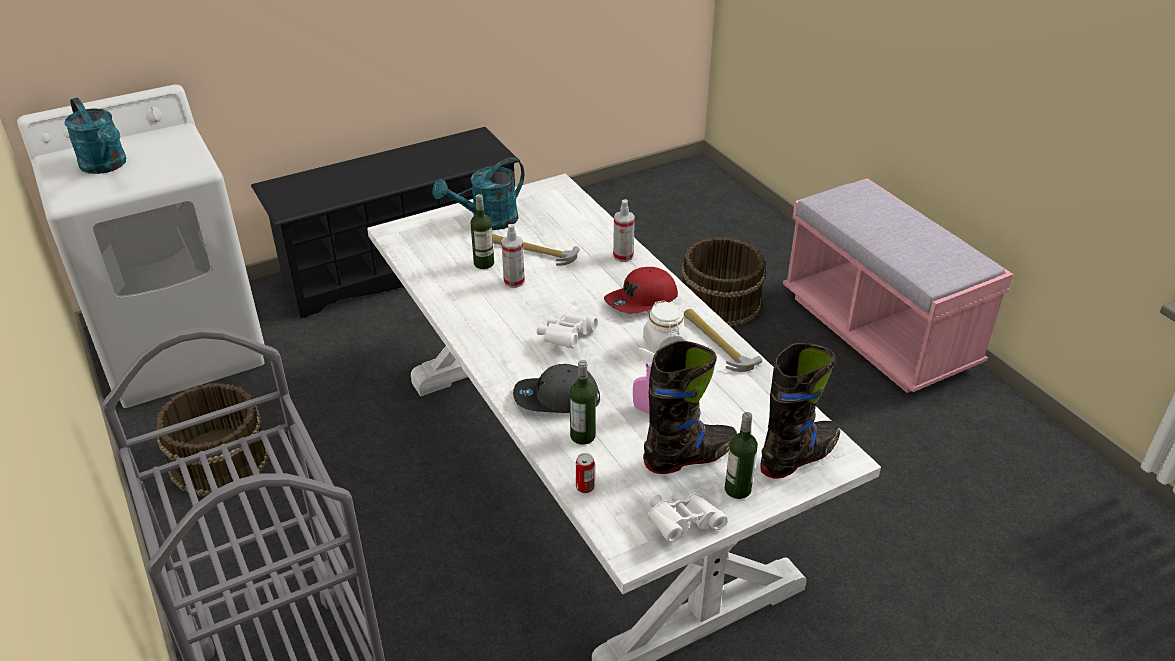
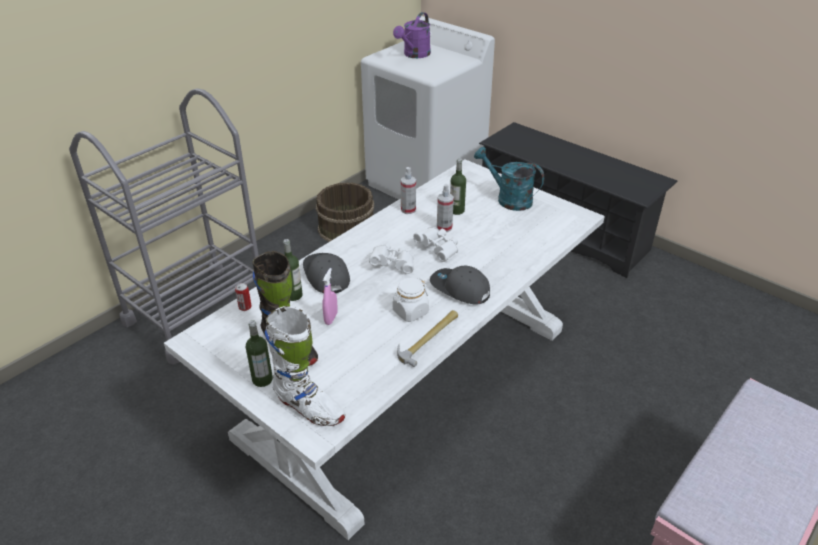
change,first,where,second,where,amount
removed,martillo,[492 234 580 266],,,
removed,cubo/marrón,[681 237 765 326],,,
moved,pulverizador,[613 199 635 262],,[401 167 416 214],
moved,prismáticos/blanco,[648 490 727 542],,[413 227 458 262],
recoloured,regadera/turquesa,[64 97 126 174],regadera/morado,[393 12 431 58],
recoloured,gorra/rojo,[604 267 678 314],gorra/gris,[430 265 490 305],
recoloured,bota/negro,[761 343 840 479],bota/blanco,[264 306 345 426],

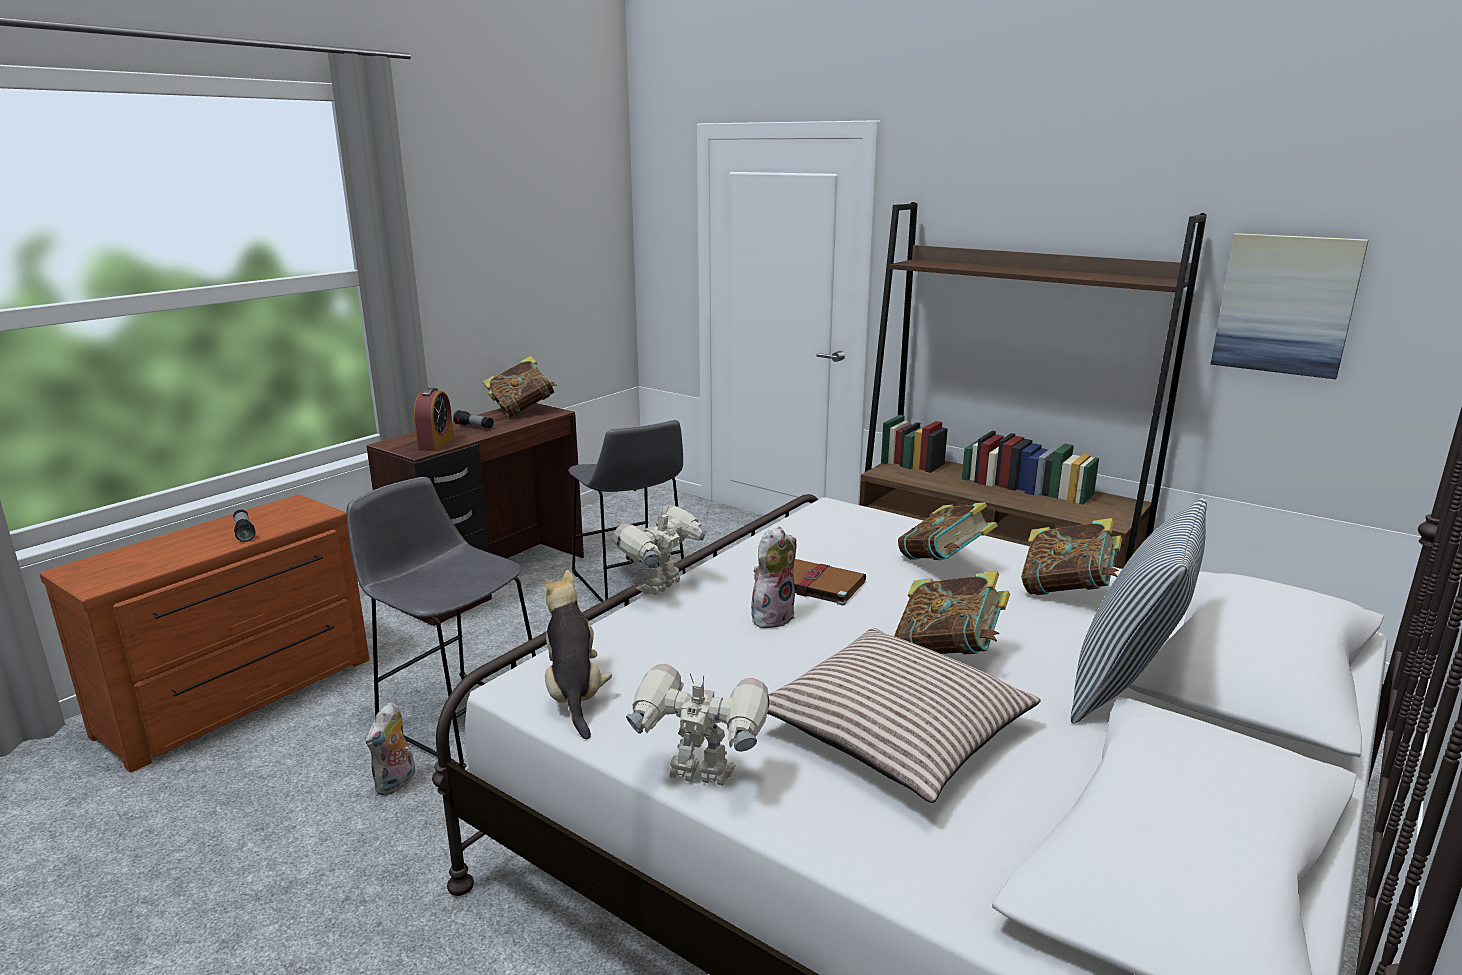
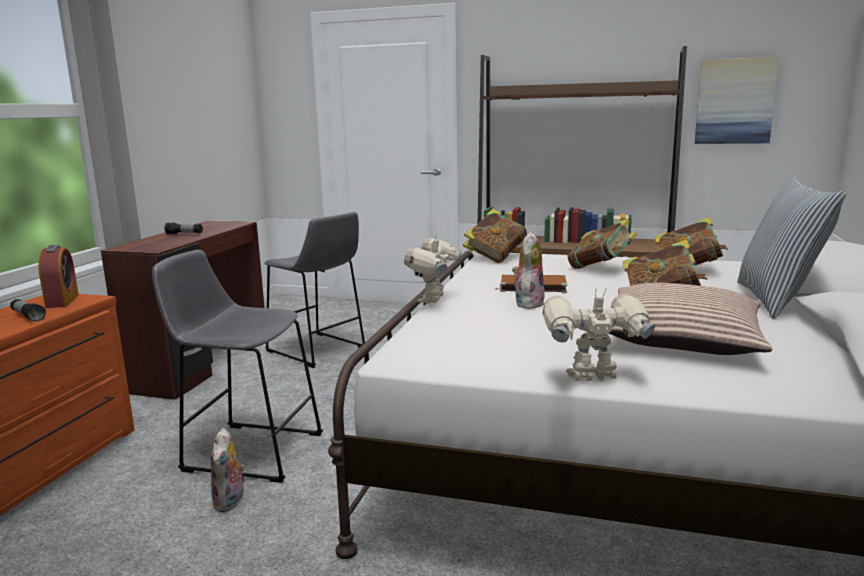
change,first,where,second,where,amount
removed,peluche,[542 570 612 739],,,
moved,despertador,[414 388 454 451],,[38 245 79 308],
moved,libro,[483 356 557 418],,[463 209 527 263],

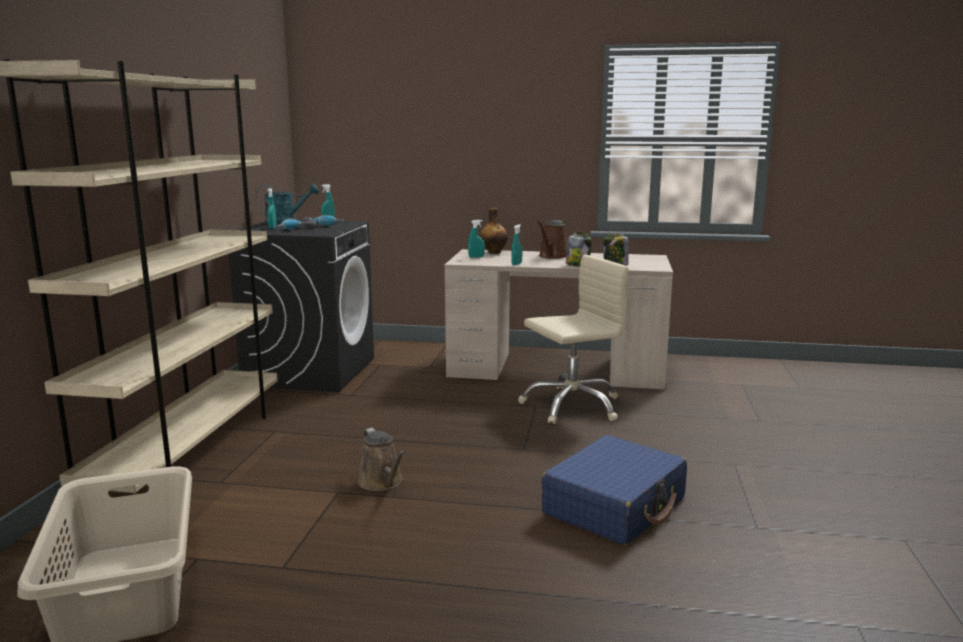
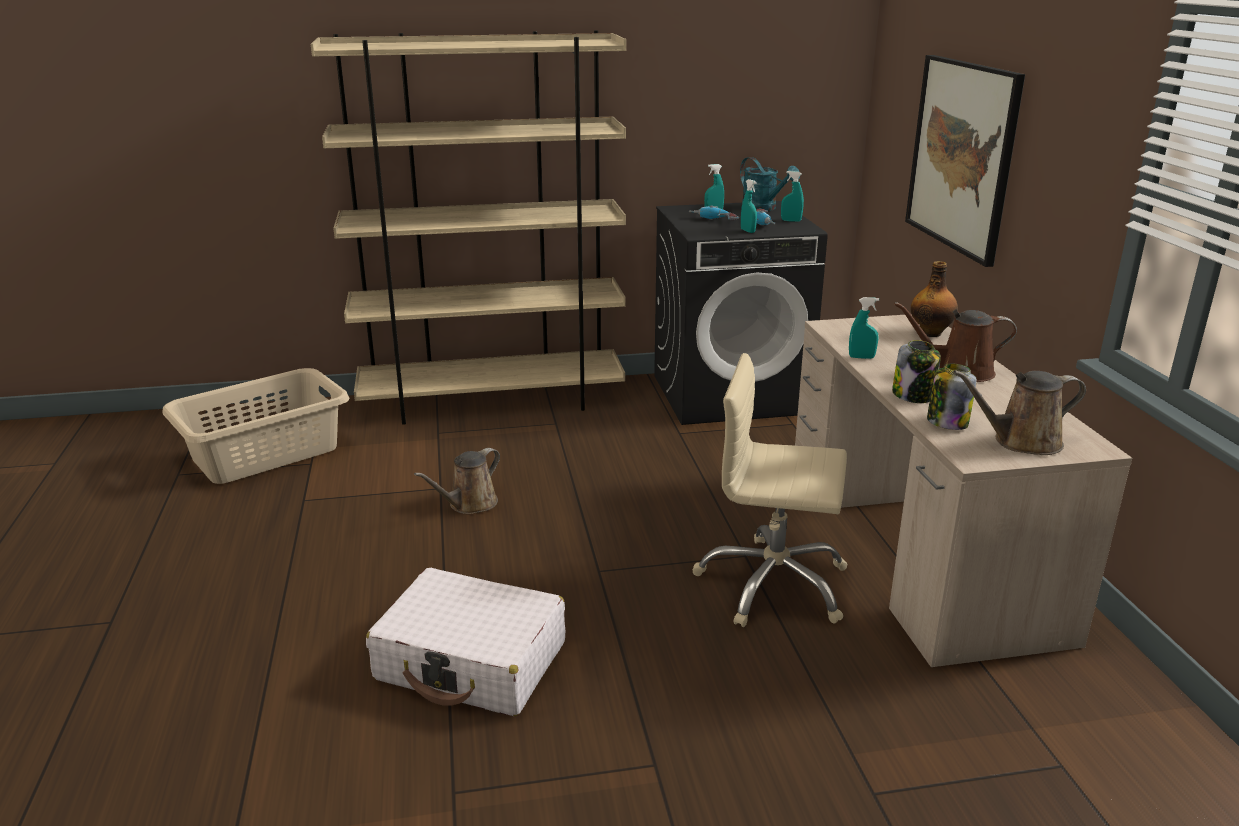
change,first,where,second,where,amount
added,,,cuadro,[905 55 1025 267],
added,,,regadera/marrón,[953 370 1086 455],
moved,pulverizador/turquesa,[468 220 485 258],,[741 179 757 233],
recoloured,maleta/azul,[542 435 687 545],maleta/blanco,[366 568 565 716],
turned,silla de oficina/beis,[518 255 629 424],,[692 353 848 627],150 degrees clockwise

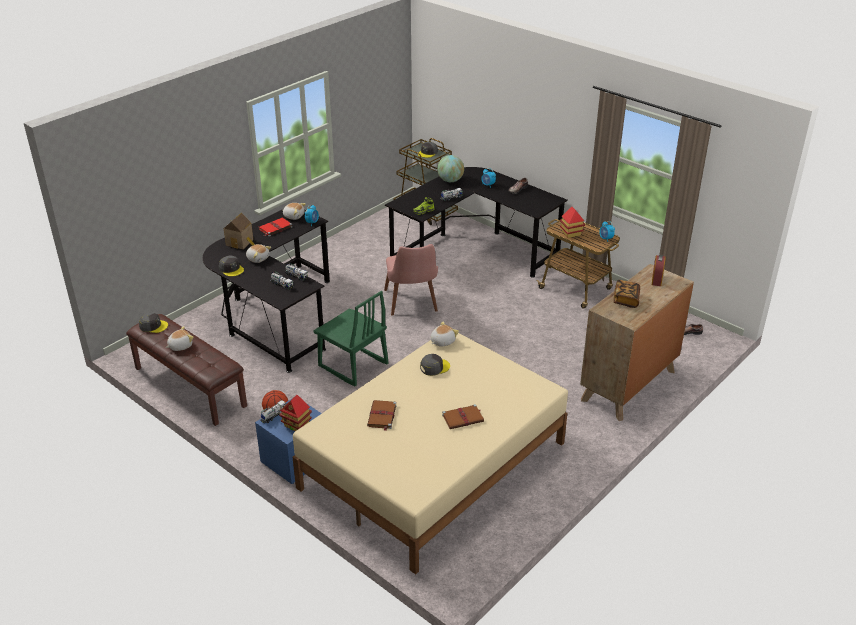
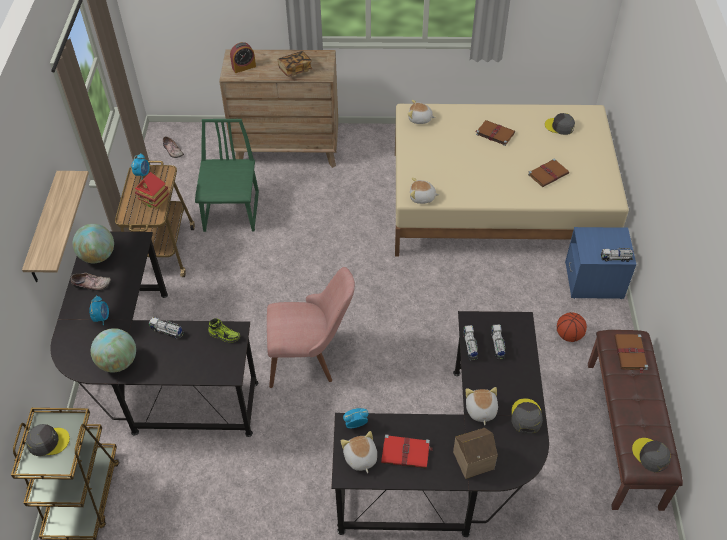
change,first,where,second,where,amount
removed,casita,[279 395 312 431],,,
added,,,estante,[22 171 89 282],
added,,,globo terráqueo,[73 224 114 263],
added,,,libro/marrón,[614 334 648 373],
moved,peluche,[165 326 194 351],,[408 100 436 124],
moved,silla/verde,[313 291 389 386],,[195 119 259 232],
moved,gorra/gris,[420 354 450 376],,[545 113 575 135],
turned,silla/rosa,[384 244 438 316],,[267 267 355 388],45 degrees clockwise

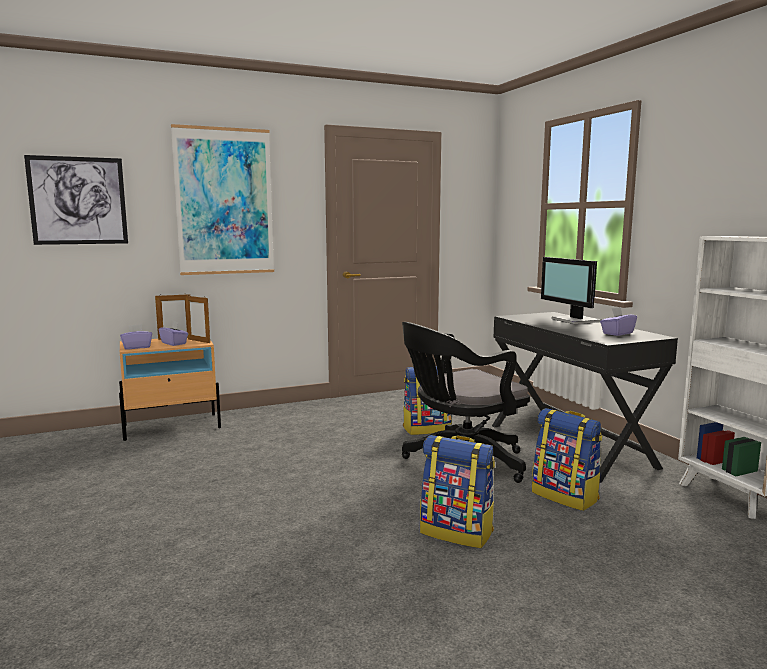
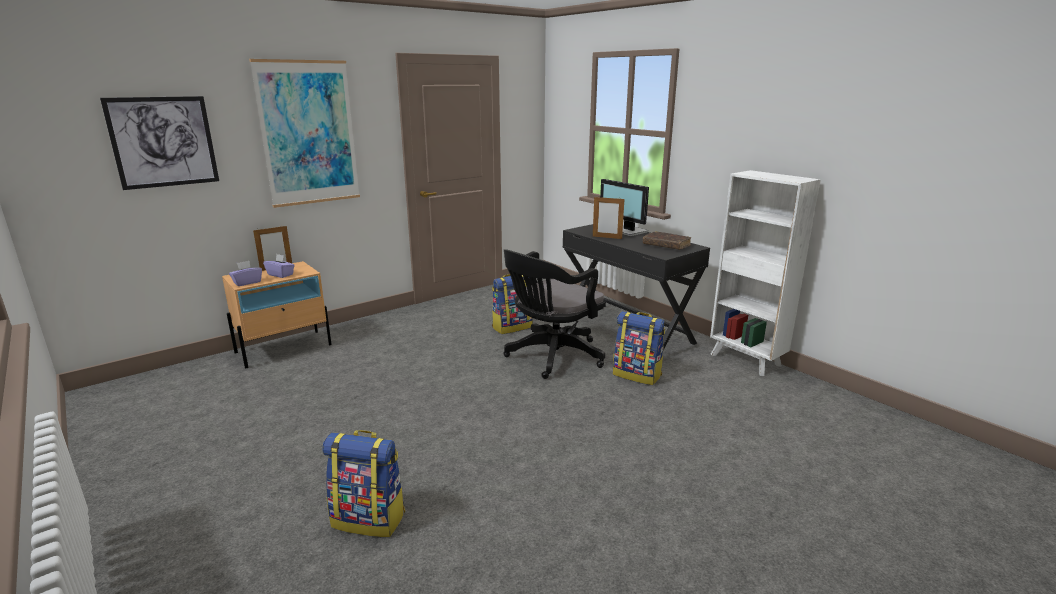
change,first,where,second,where,amount
moved,portarretratos,[185 295 210 343],,[593 196 624 239],
moved,mochila,[420 435 495 548],,[322 430 405 537],
replaced,caja de pañuelos/morado,[600 307 637 336],libro/marrón,[643 231 691 250],

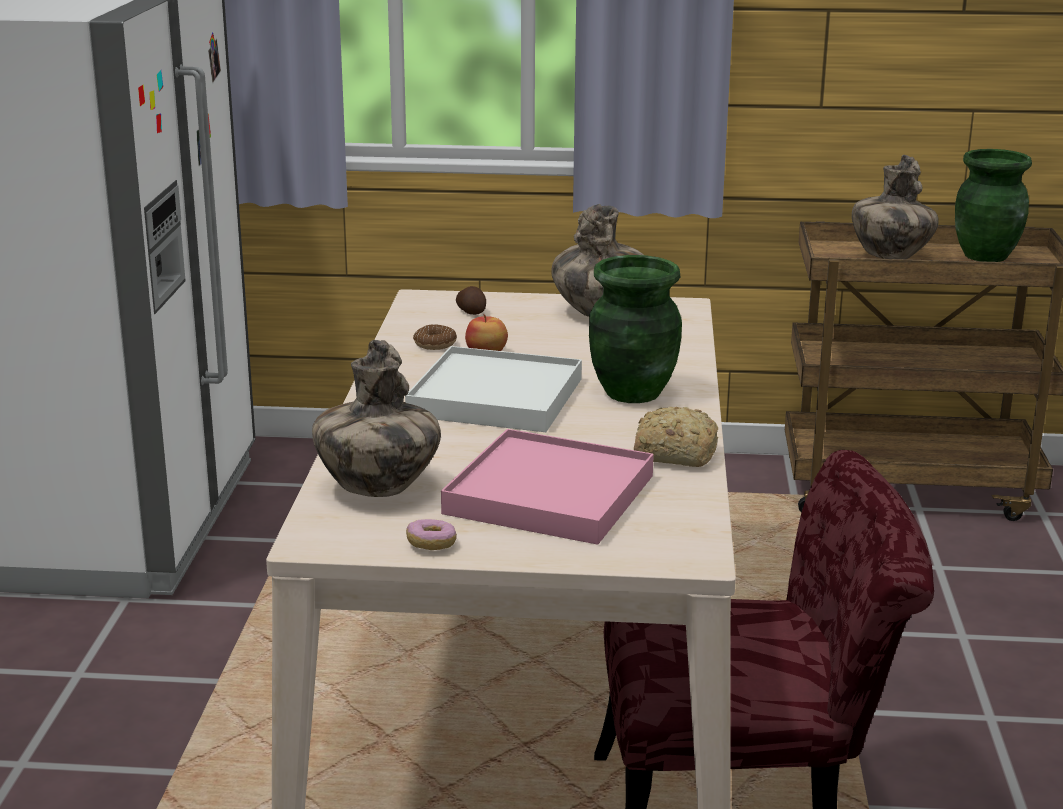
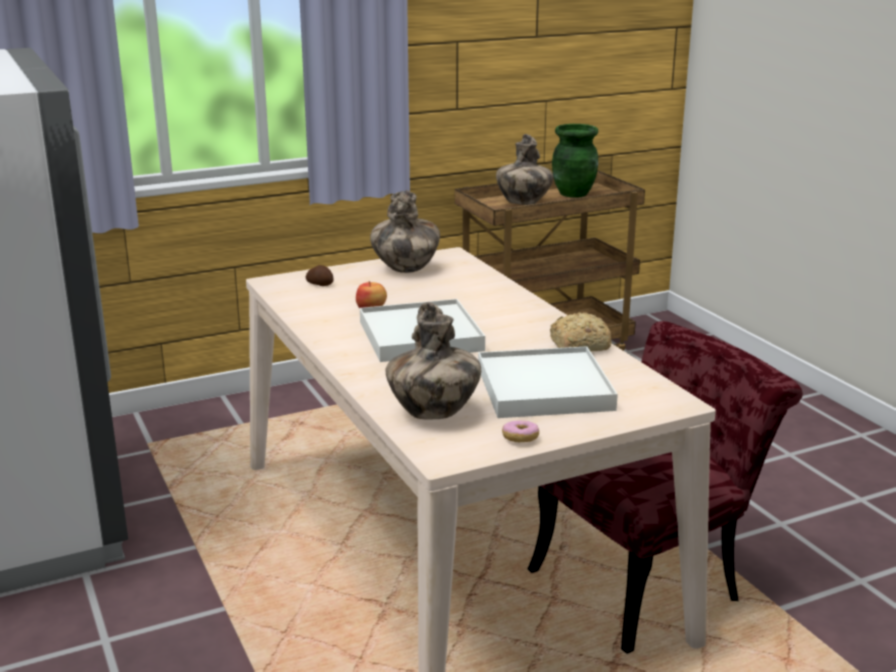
change,first,where,second,where,amount
removed,rosquilla,[413 324 457 350],,,
removed,florero/verde,[589 255 682 403],,,
recoloured,bandeja/rosa,[441 429 654 545],bandeja/blanco,[478 346 618 418],

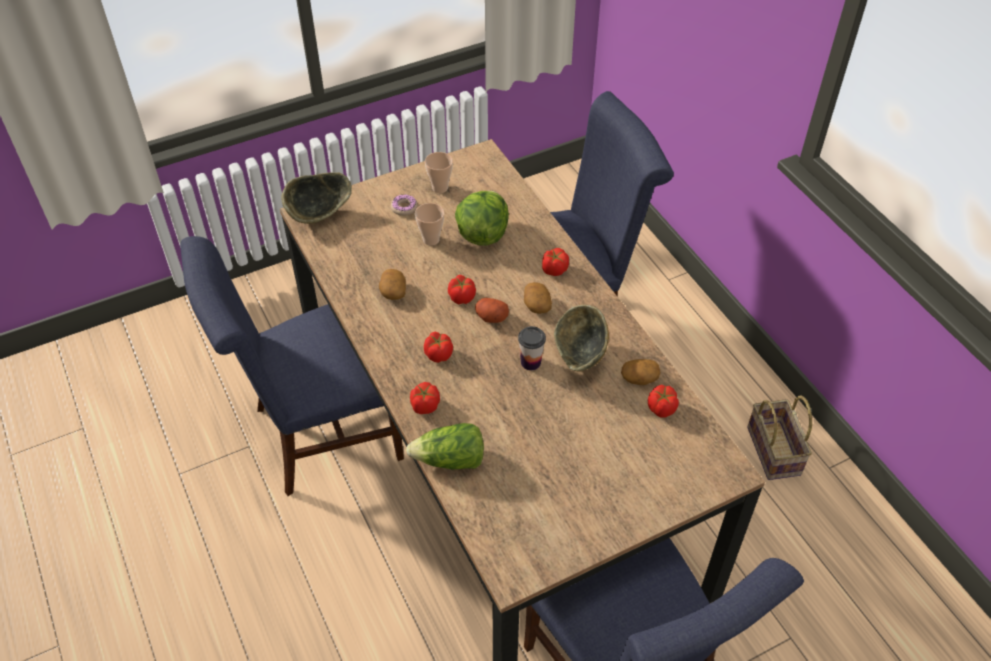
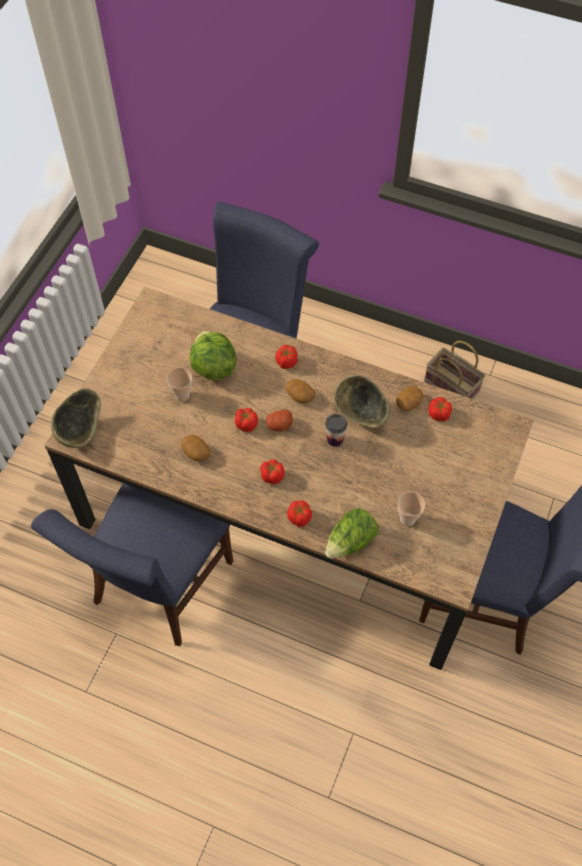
change,first,where,second,where,amount
removed,rosquilla,[391 194 418 216],,,
moved,taza,[425 152 453 193],,[398 492 425 526],

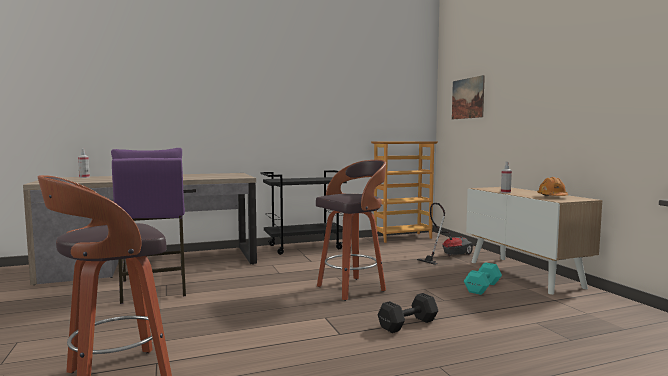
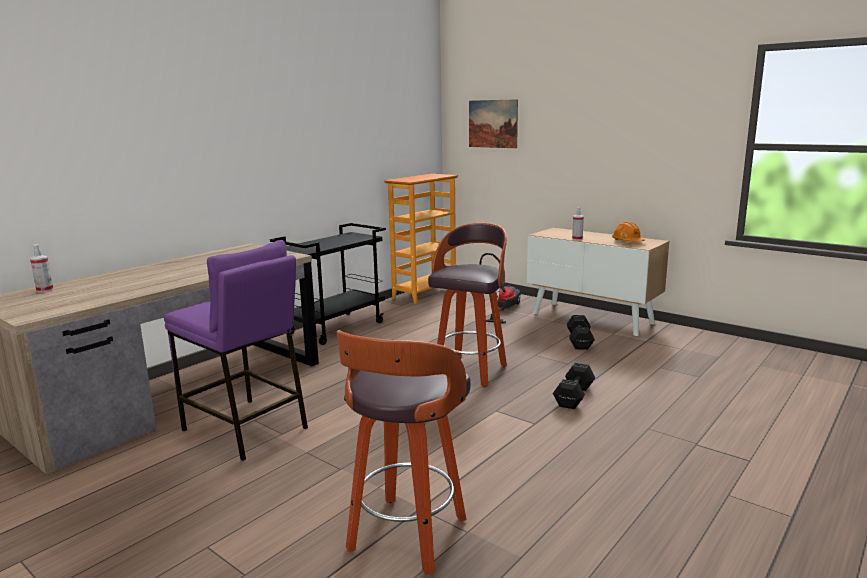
change,first,where,second,where,amount
recoloured,mancuerna/turquesa,[464 262 502 295],mancuerna/negro,[567 315 595 350],

